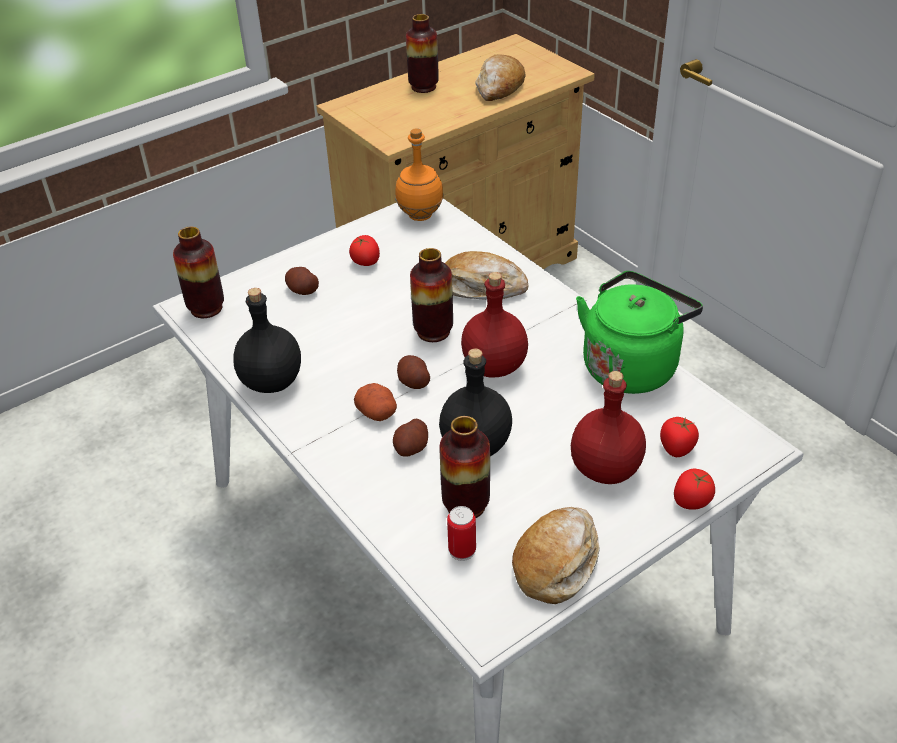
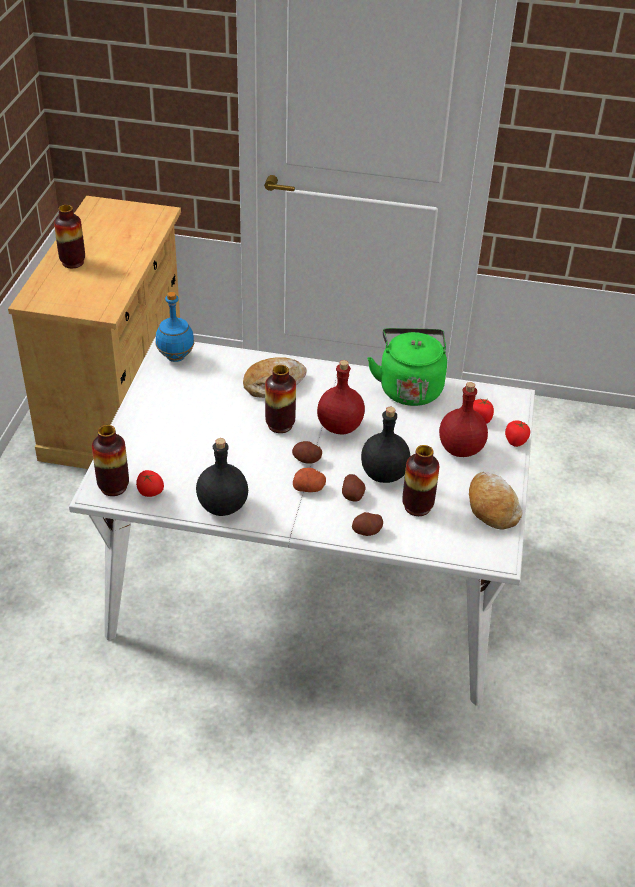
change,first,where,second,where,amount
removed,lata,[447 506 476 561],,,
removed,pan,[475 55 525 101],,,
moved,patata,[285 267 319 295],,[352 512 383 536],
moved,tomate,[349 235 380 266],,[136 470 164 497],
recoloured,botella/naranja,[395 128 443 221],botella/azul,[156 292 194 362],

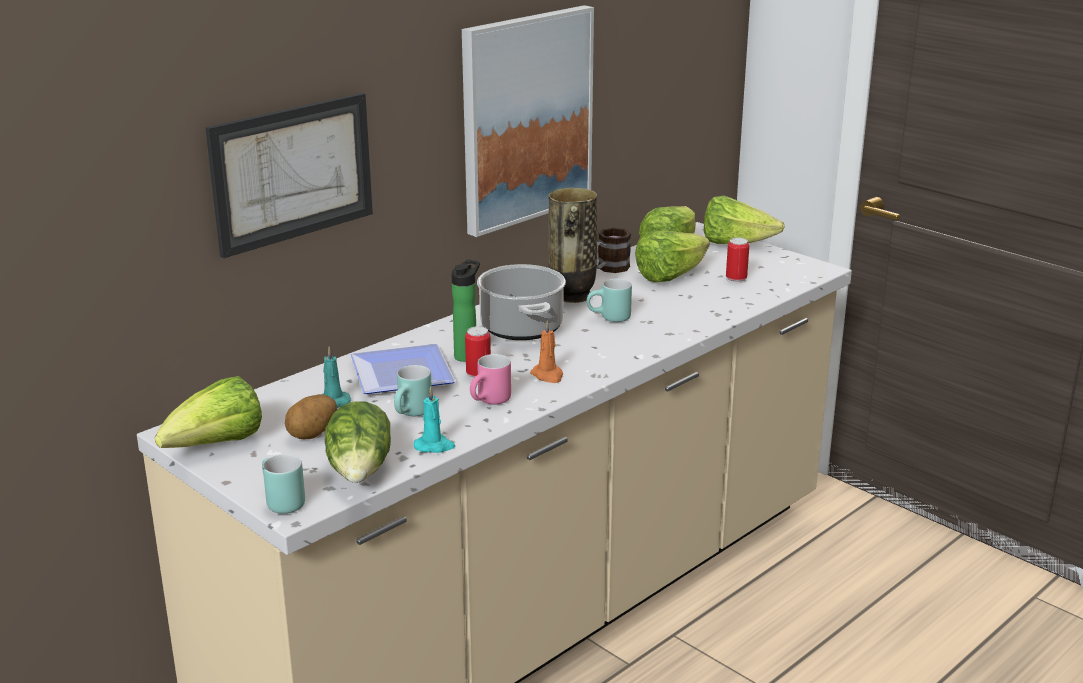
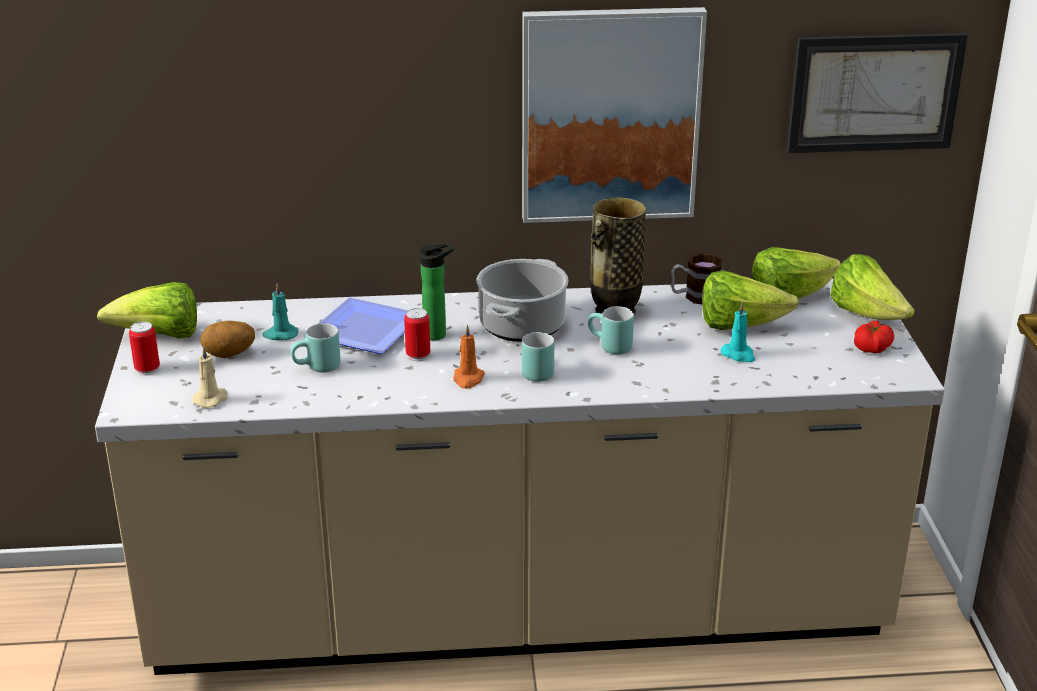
change,first,where,second,where,amount
removed,taza grande/rosa,[470 354 511 404],,,
added,,,tomate,[854 321 894 354],
moved,cuadro,[205 93 373 258],,[787 33 968 153],
moved,taza grande/turquesa,[262 454 305 514],,[522 332 554 382],
moved,vela/turquesa,[414 387 455 453],,[721 302 755 362],
moved,lata,[726 238 749 283],,[129 321 160 375],
replaced,lechuga,[325 401 391 483],vela/beis,[192 346 228 408],

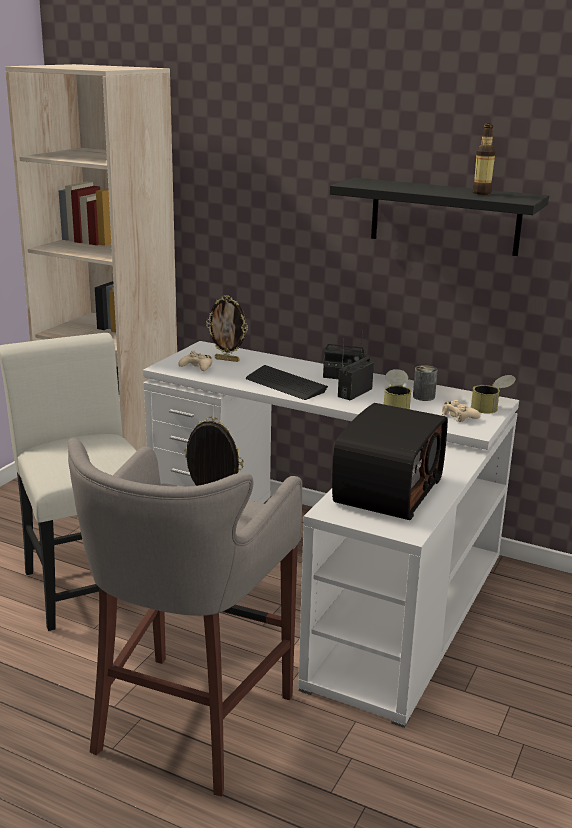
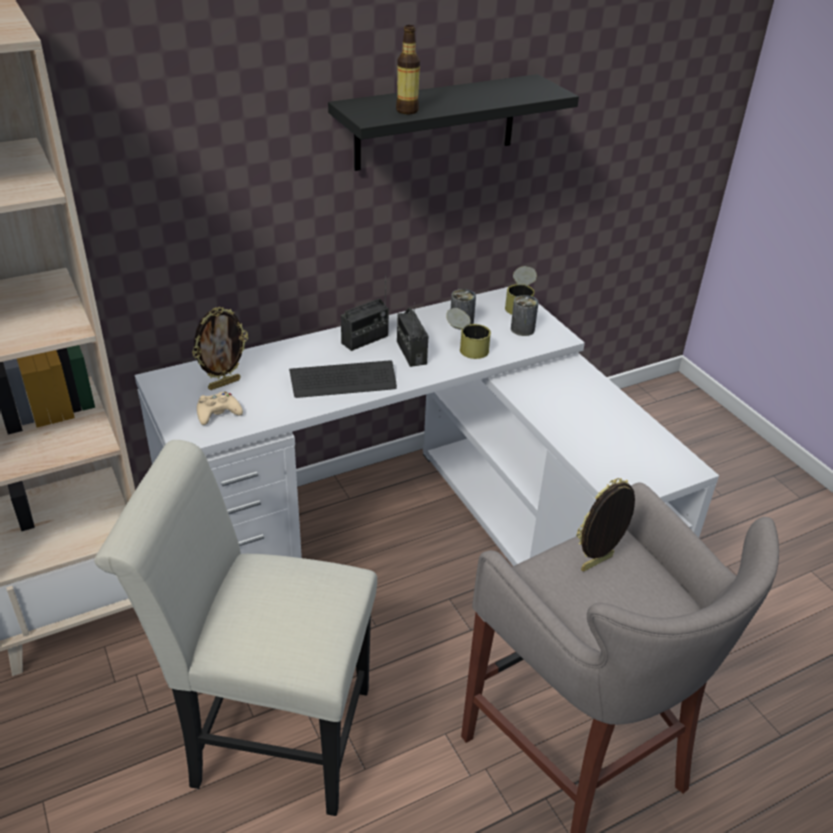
change,first,where,second,where,amount
removed,radio,[332 403 448 520],,,
moved,botella,[473 123 495 195],,[396 25 420 114],
replaced,mando de consola/beis,[442 400 481 422],lata,[511 295 539 336],

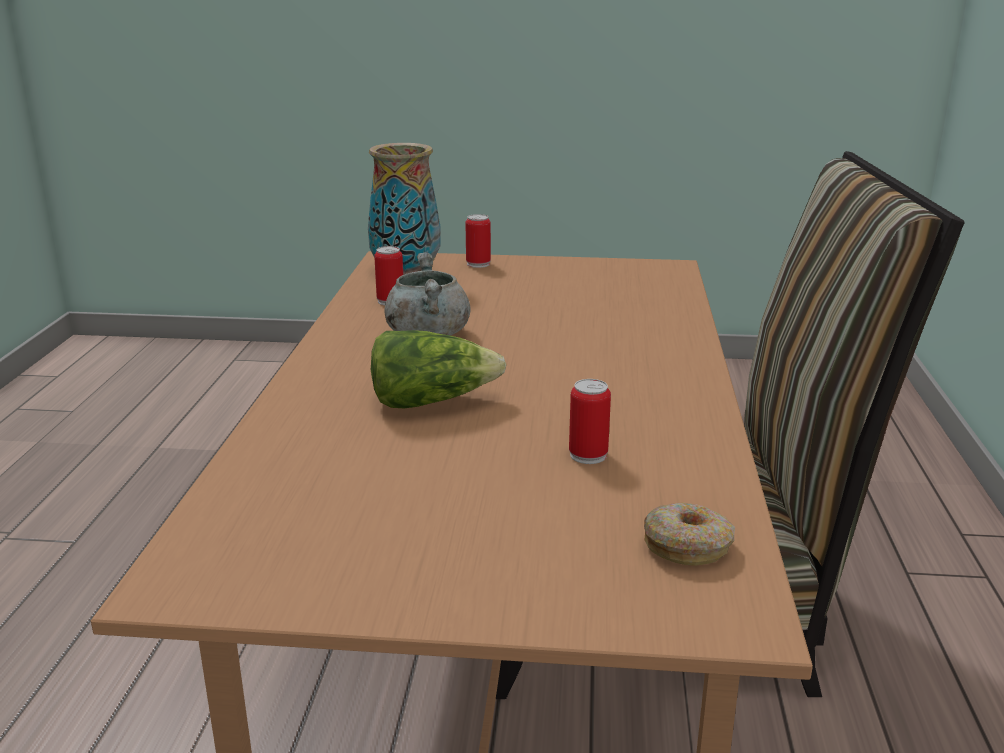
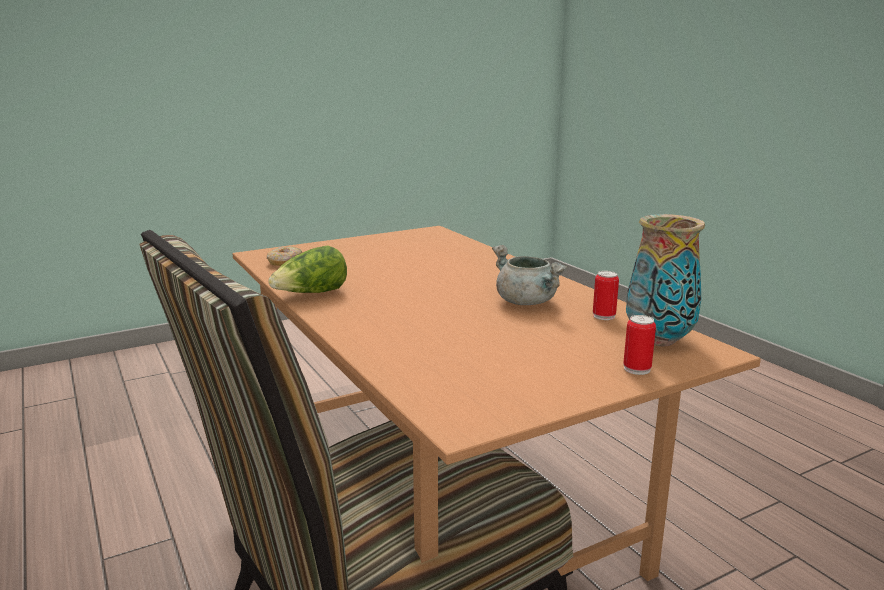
change,first,where,second,where,amount
removed,lata,[569 379 611 464],,,
moved,lechuga,[371 330 507 408],,[269 245 347 293],

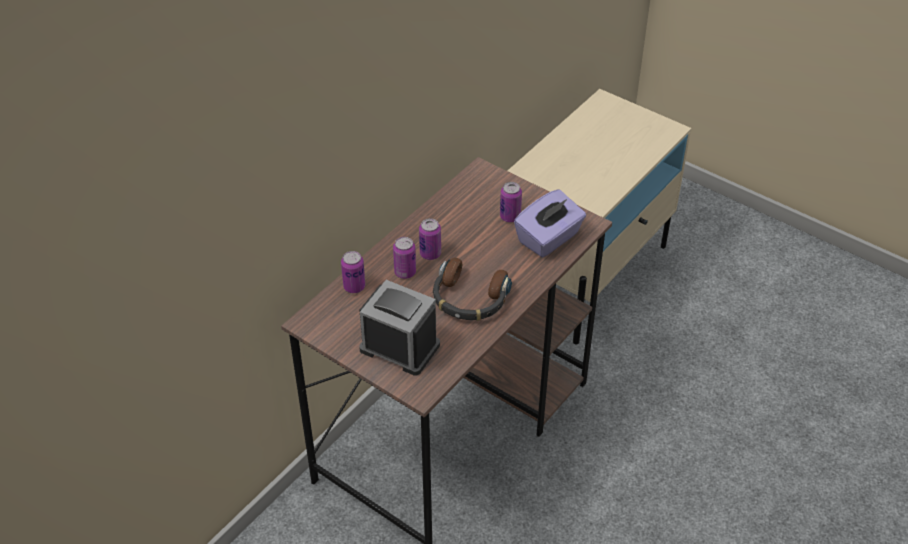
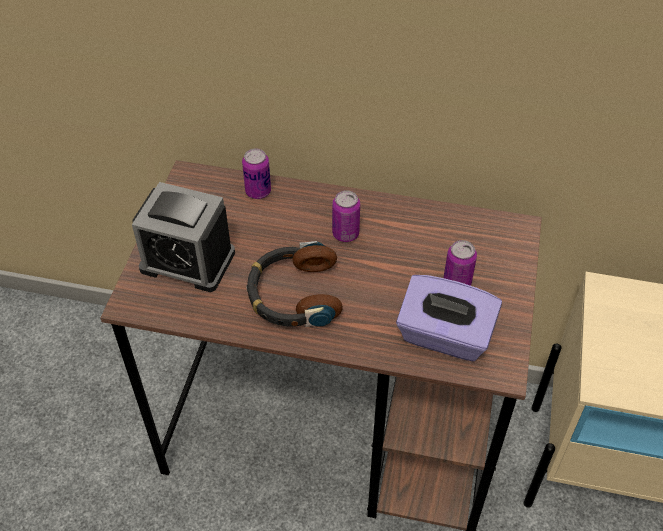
change,first,where,second,where,amount
removed,lata,[393 237 416 279],,,
turned,despertador,[359 280 440 376],,[132 182 235 292],105 degrees clockwise

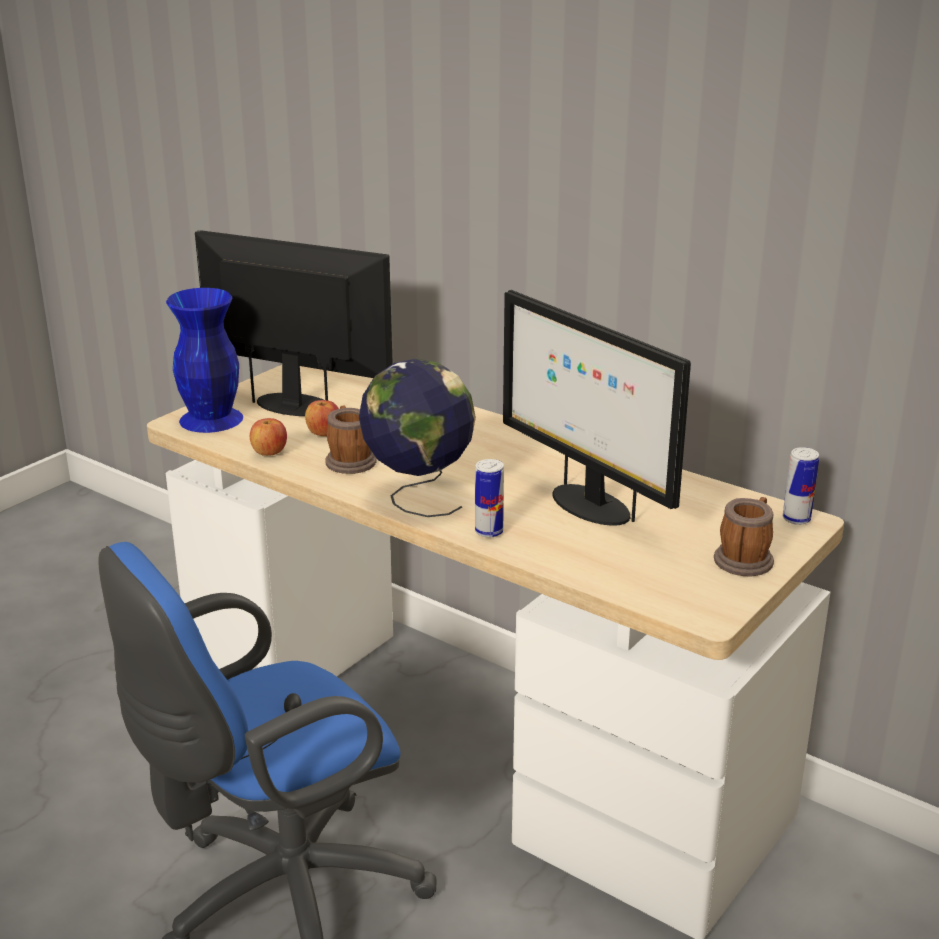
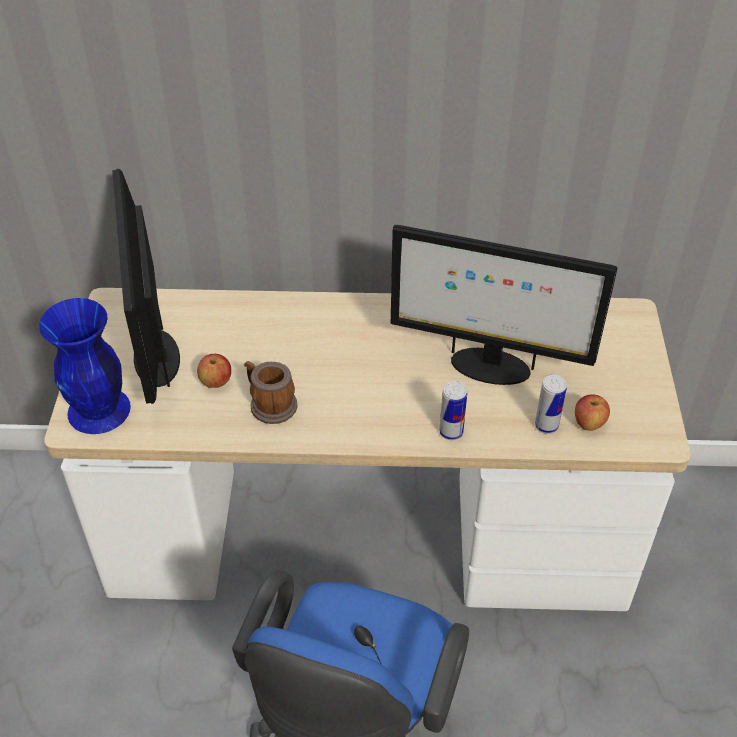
change,first,where,second,where,amount
removed,globo terráqueo,[359 358 476 517],,,
removed,taza grande,[714 497 774 576],,,
moved,manzana,[250 418 287 456],,[575 394 610 431],
moved,lata,[783 447 819 525],,[535 375 567 434],
turned,monitor,[195 230 393 416],,[112 169 180 404],90 degrees counterclockwise

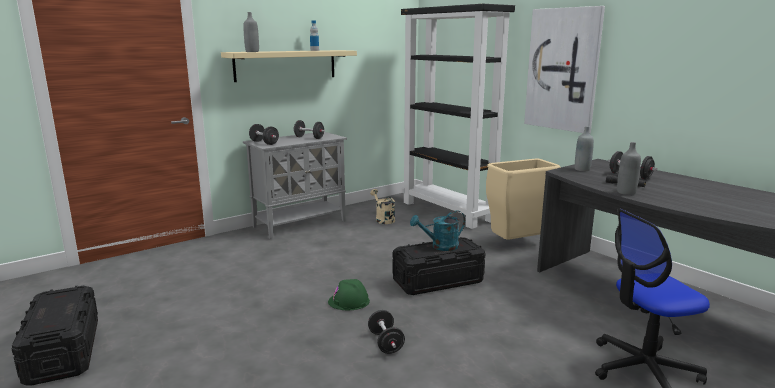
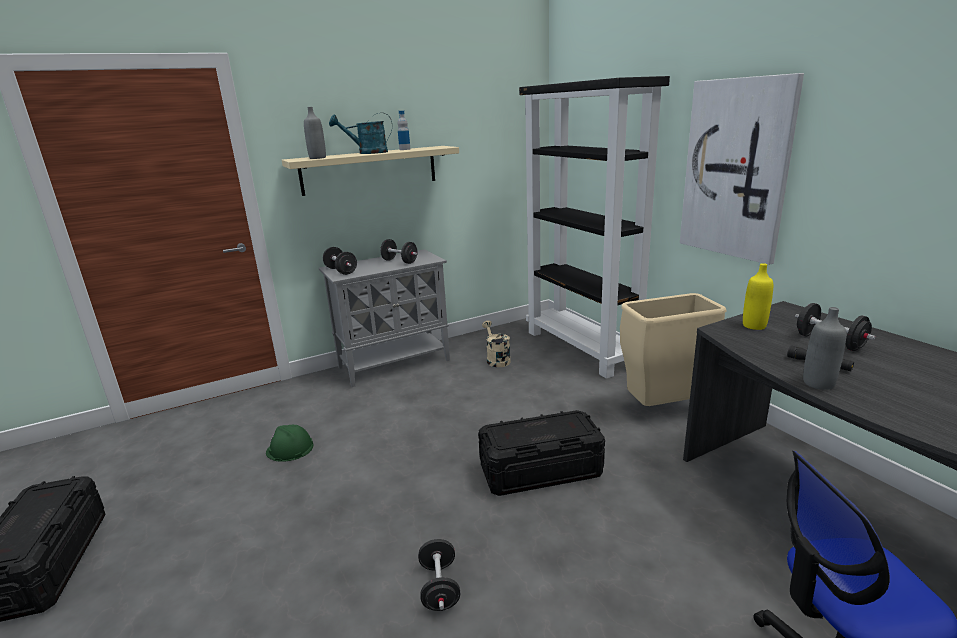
change,first,where,second,where,amount
moved,casco/verde,[328 279 370 310],,[266 425 313 462],
moved,regadera/turquesa,[410 210 465 251],,[329 113 392 154],
recoloured,botella/gris,[575 126 594 171],botella/amarillo,[743 263 773 330],

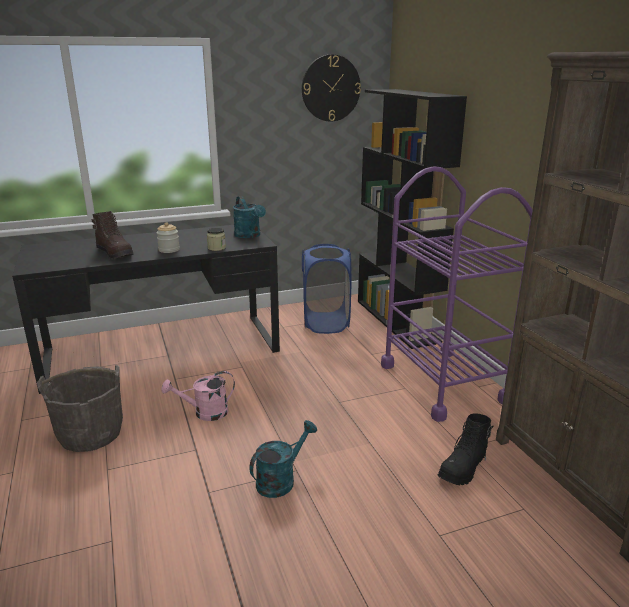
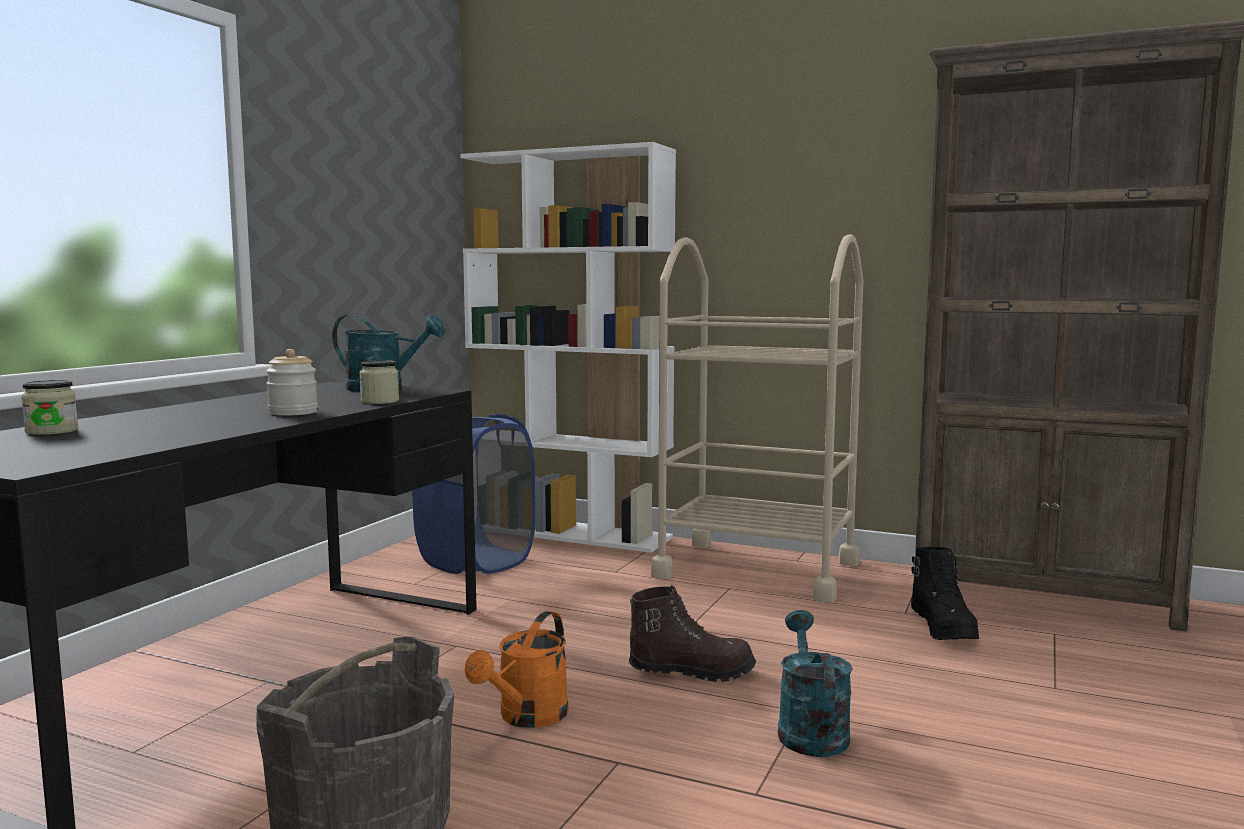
change,first,where,second,where,amount
removed,reloj de pared,[302 55 361 122],,,
added,,,tarro,[21 380 78 435],
moved,bota/marrón,[92 211 134 260],,[629 585 756 682],
recoloured,regadera/rosa,[161 371 235 421],regadera/naranja,[465 611 569 728],
recoloured,estantería/negro,[358 89 467 349],estantería/blanco,[461 142 676 553],
recoloured,carrito/morado,[381 166 533 422],carrito/beis,[651 234 864 602],

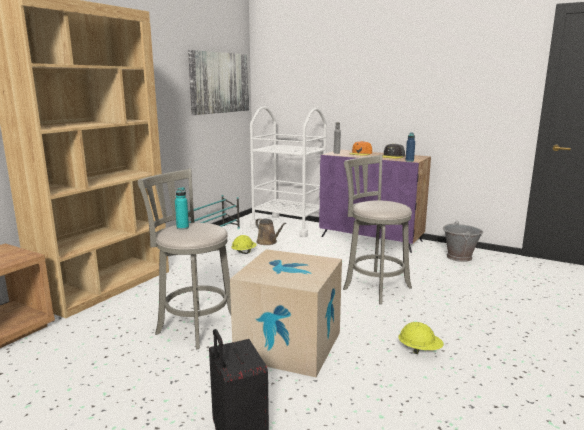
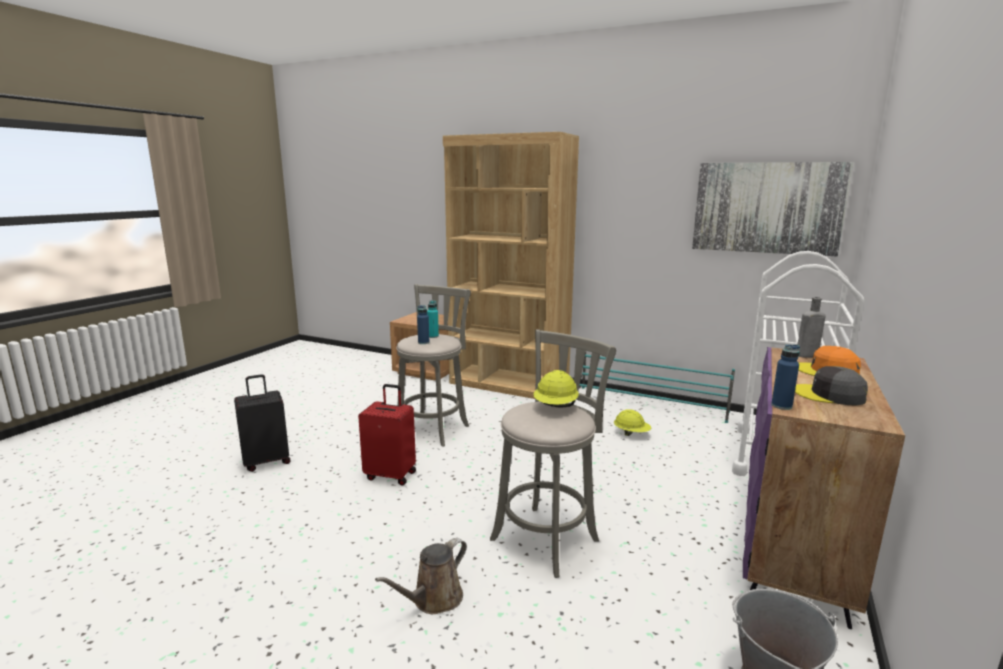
change,first,where,second,where,amount
added,,,botella/azul,[417 305 430 344],
moved,regadera/marrón,[255 218 286 245],,[375 538 467 614],
moved,casco/amarillo,[398 322 444 354],,[533 370 579 407],
replaced,caja de cartón,[230 249 342 377],maleta/rojo,[358 384 416 485],

